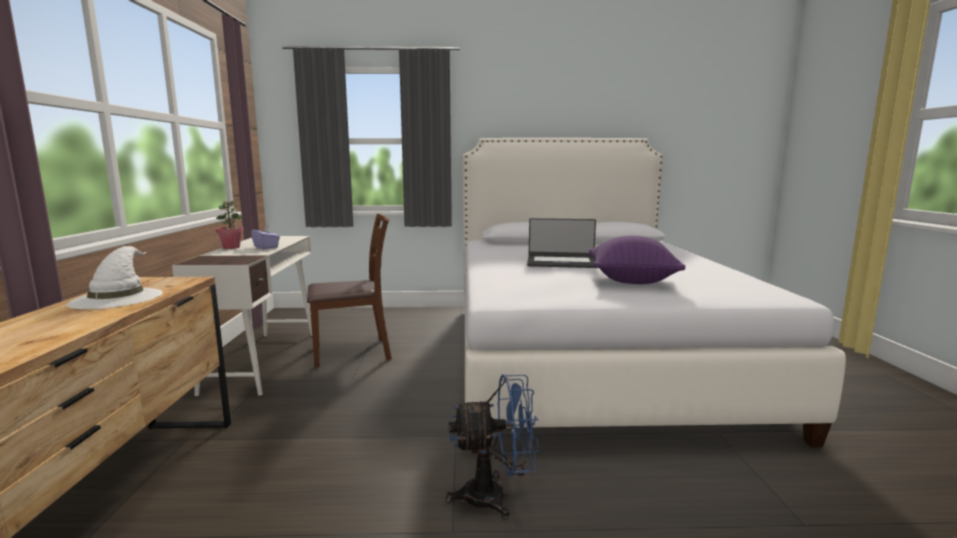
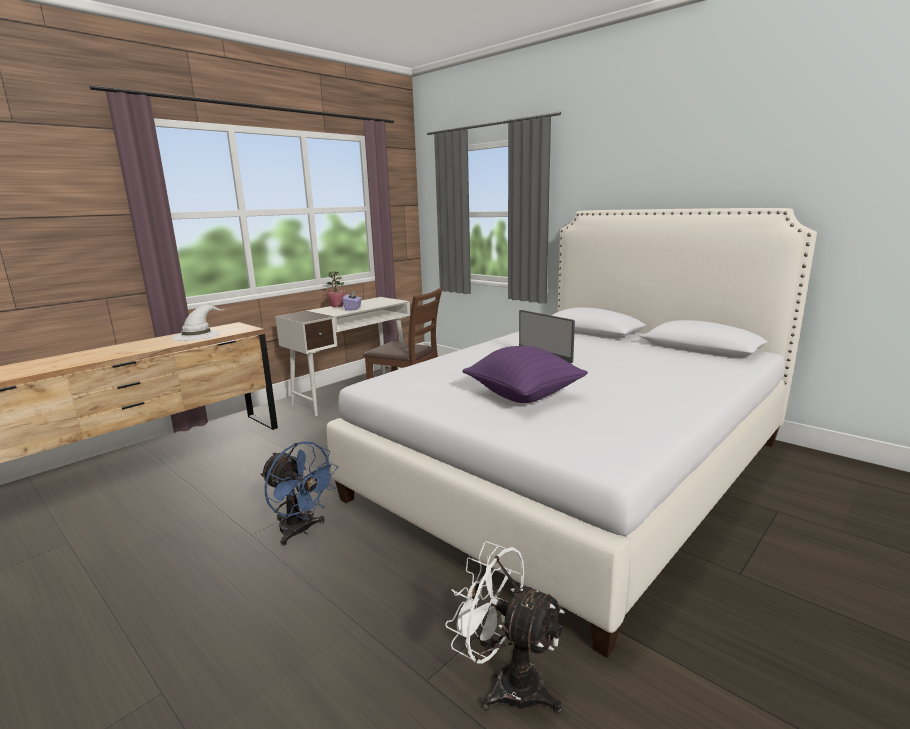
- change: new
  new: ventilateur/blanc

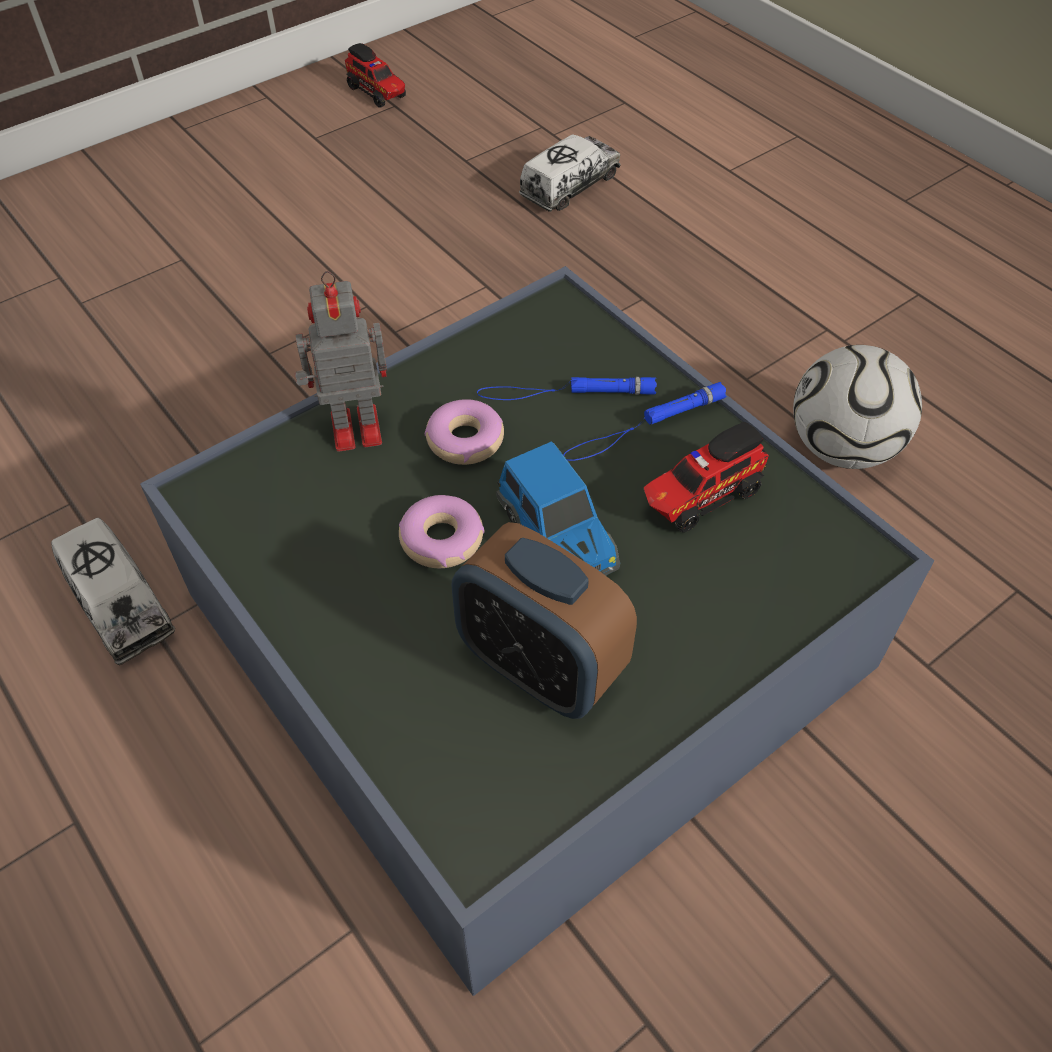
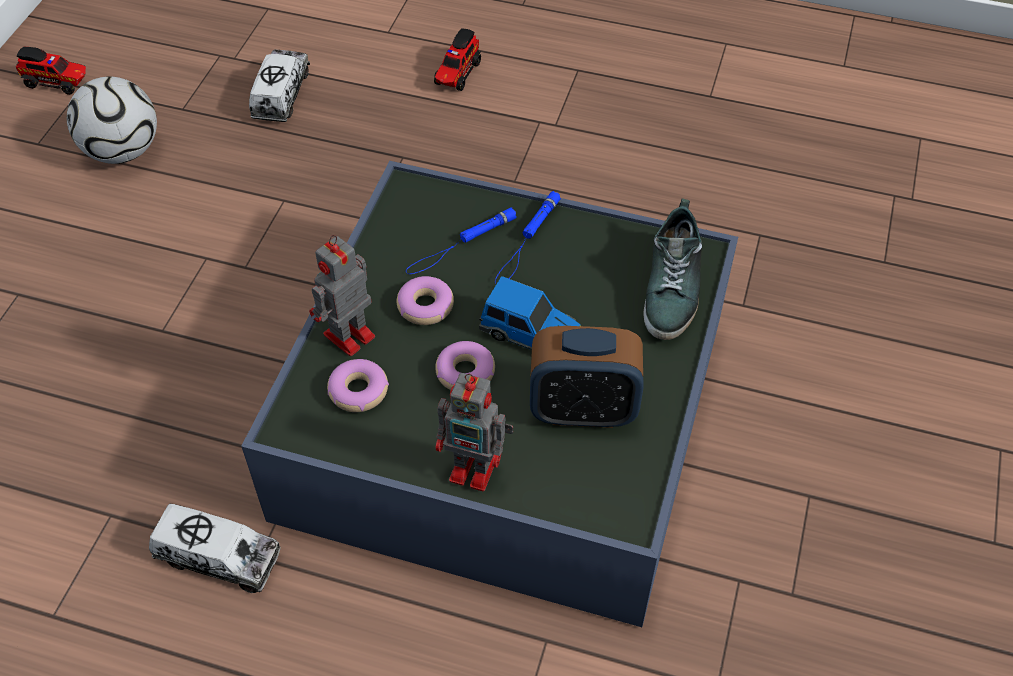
- change: new
  new: beignet (no. 1 from left)
- change: new
  new: robot jouet (no. 2 from left)
- change: new
  new: chaussure
- change: shifted
  old: camion jouet (no. 4 from left)
- change: shifted
  old: ballon de foot

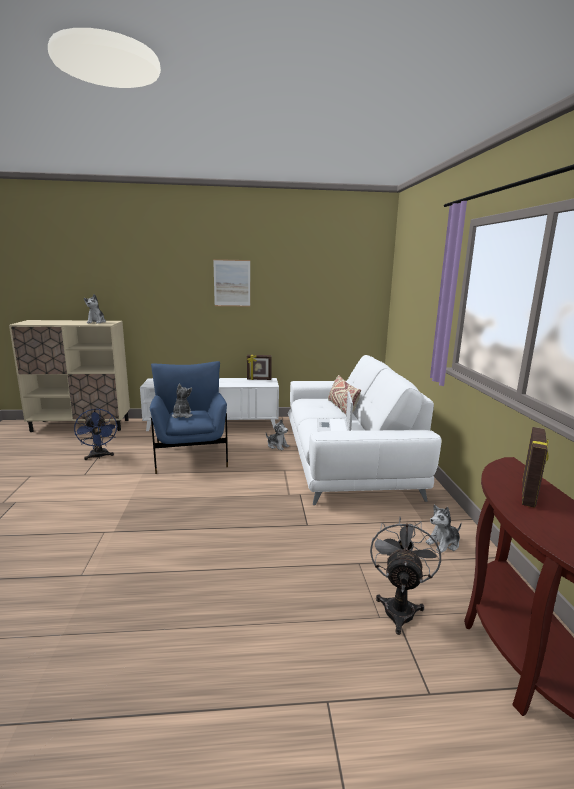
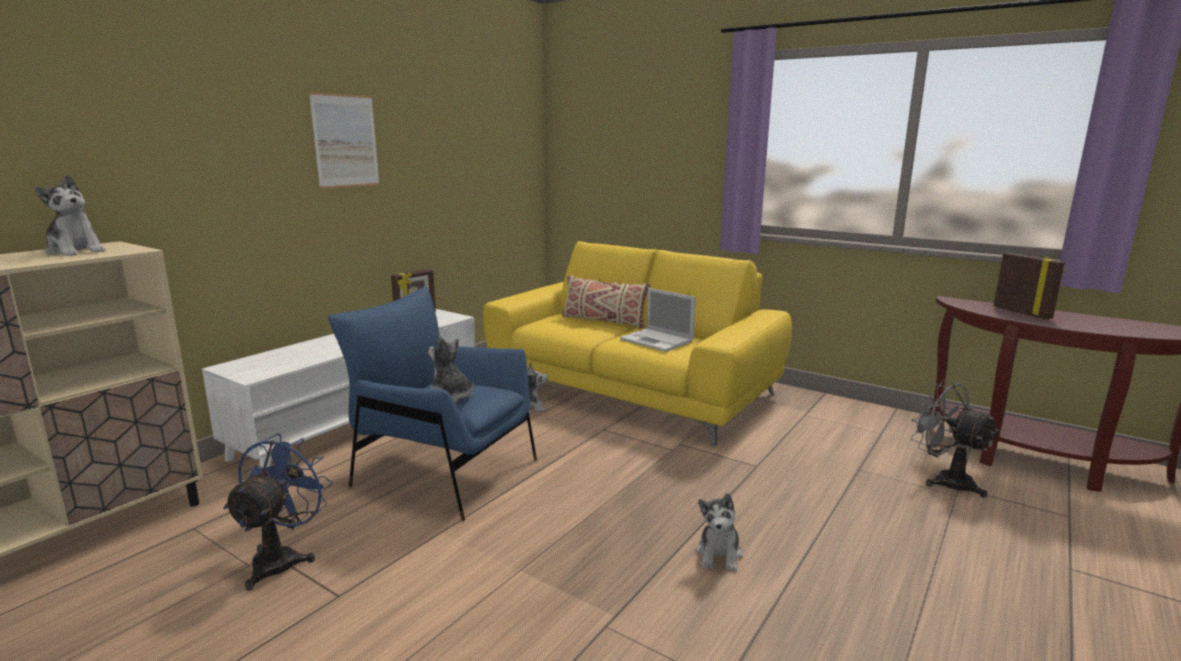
- change: shifted
  old: peluche (no. 4 from left)
- change: repainted
  old: canapé/blanc
  new: canapé/jaune
- change: rotated
  old: ventilateur/bleu
  degrees: -90

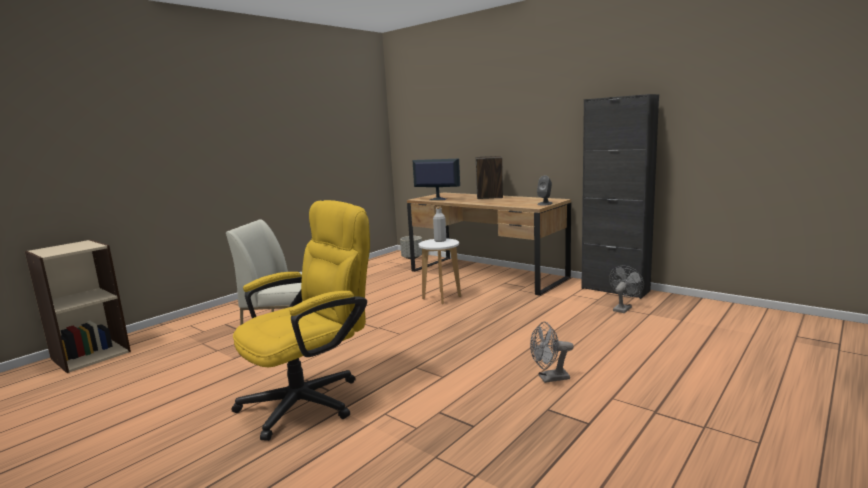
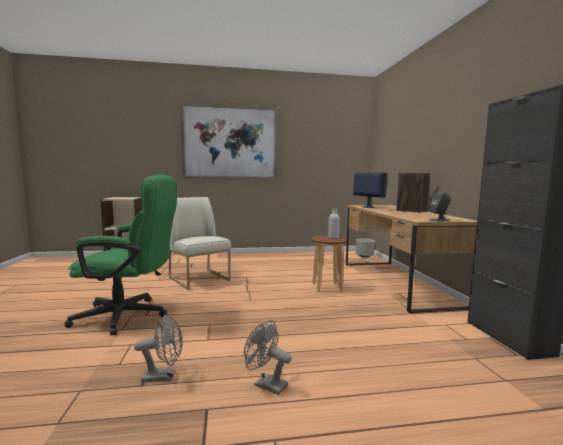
- change: new
  new: tableau
- change: shifted
  old: ventilateur/gris (no. 2 from left in the first image)
  new: ventilateur/gris (no. 1 from left)
- change: repainted
  old: chaise de bureau/jaune
  new: chaise de bureau/vert
- change: repainted
  old: tabouret/blanc
  new: tabouret/marron

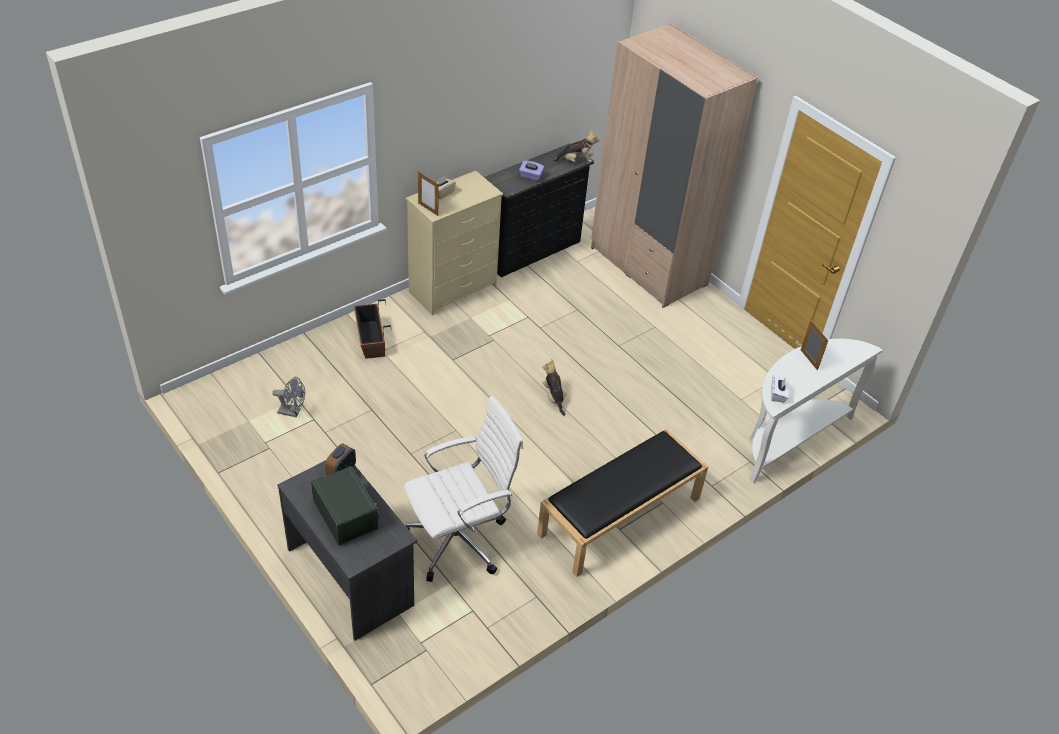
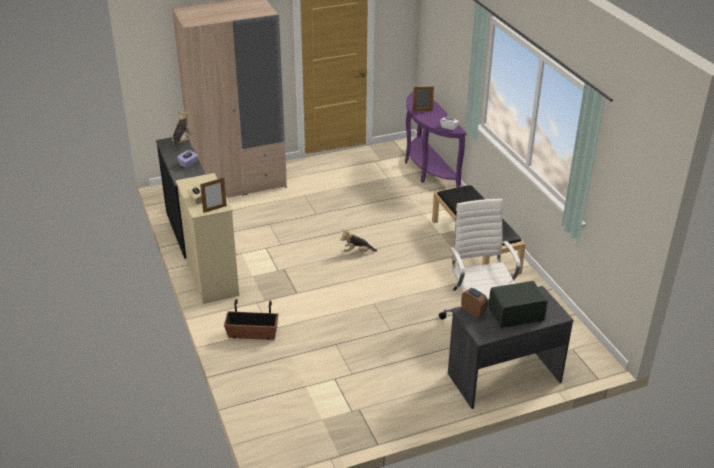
- change: gone
  old: ventilateur/gris
- change: repainted
  old: table console/blanc
  new: table console/violet

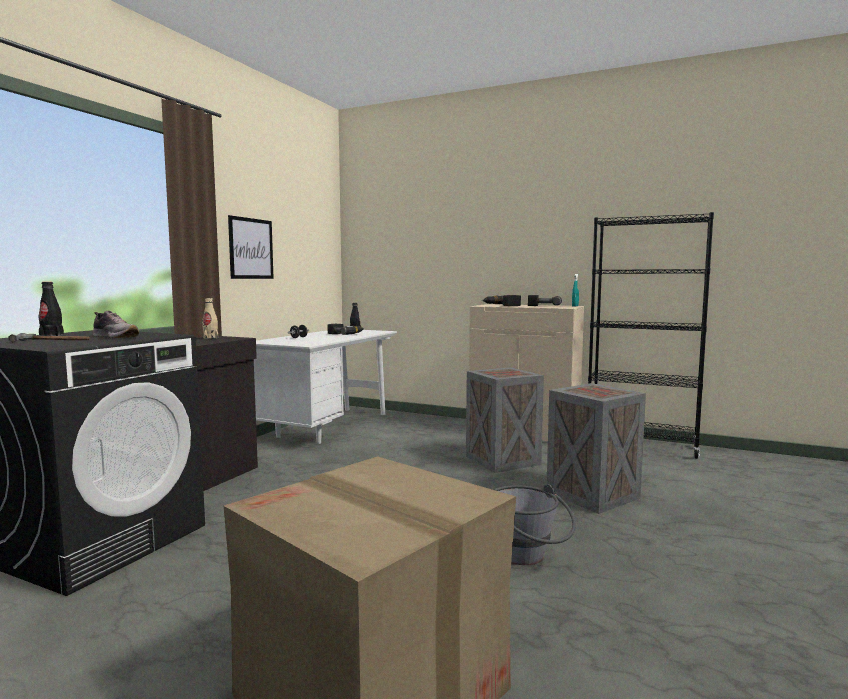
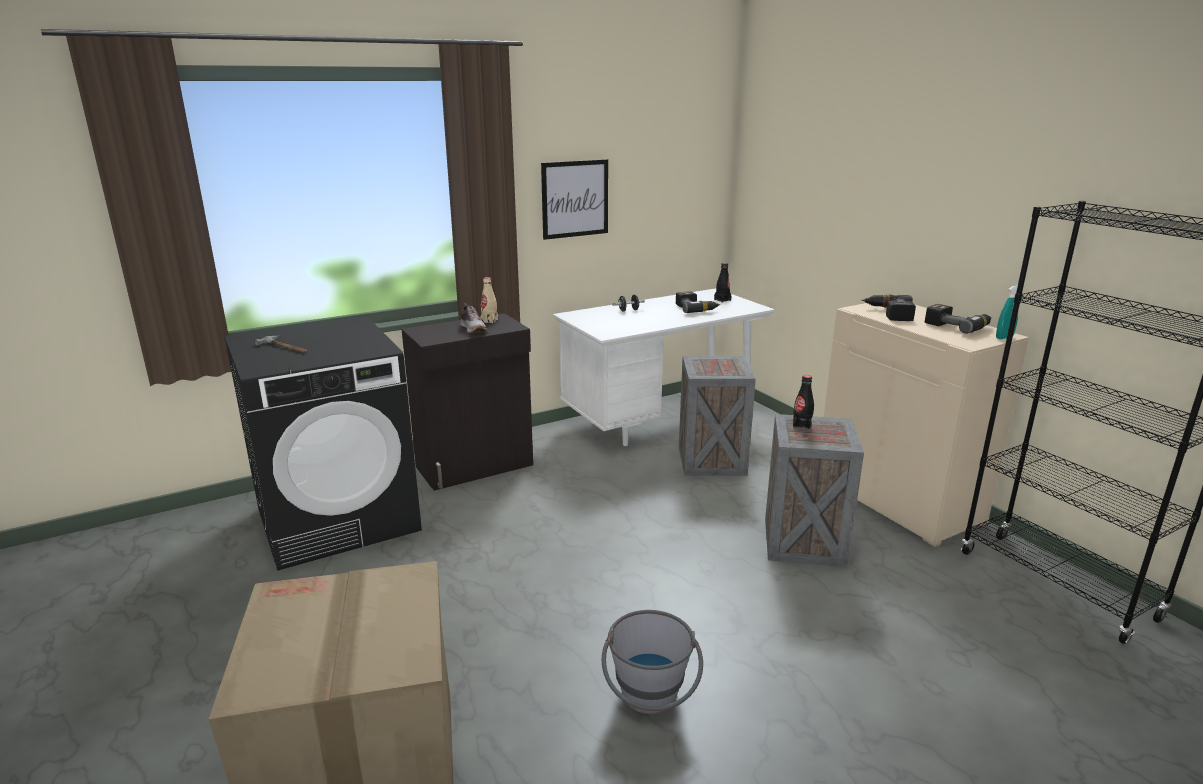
- change: shifted
  old: bouteille/noir (no. 1 from left in the first image)
  new: bouteille/noir (no. 2 from left)
- change: shifted
  old: chaussure
- change: shifted
  old: caisse (no. 2 from left in the first image)
  new: caisse (no. 1 from left)

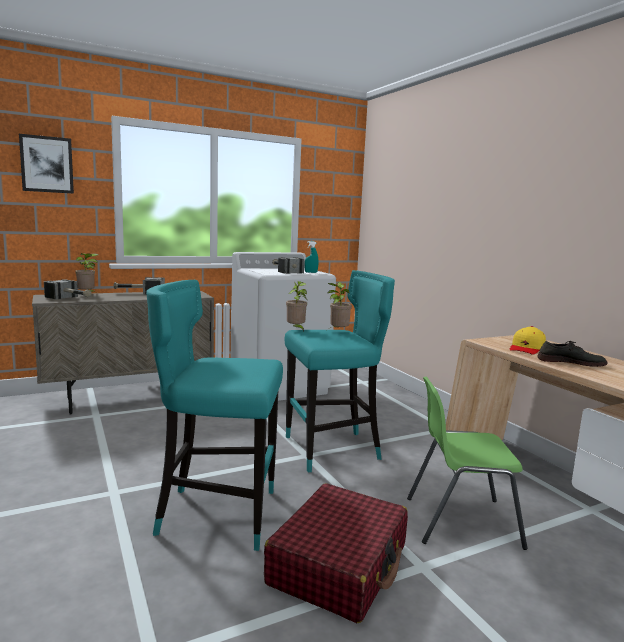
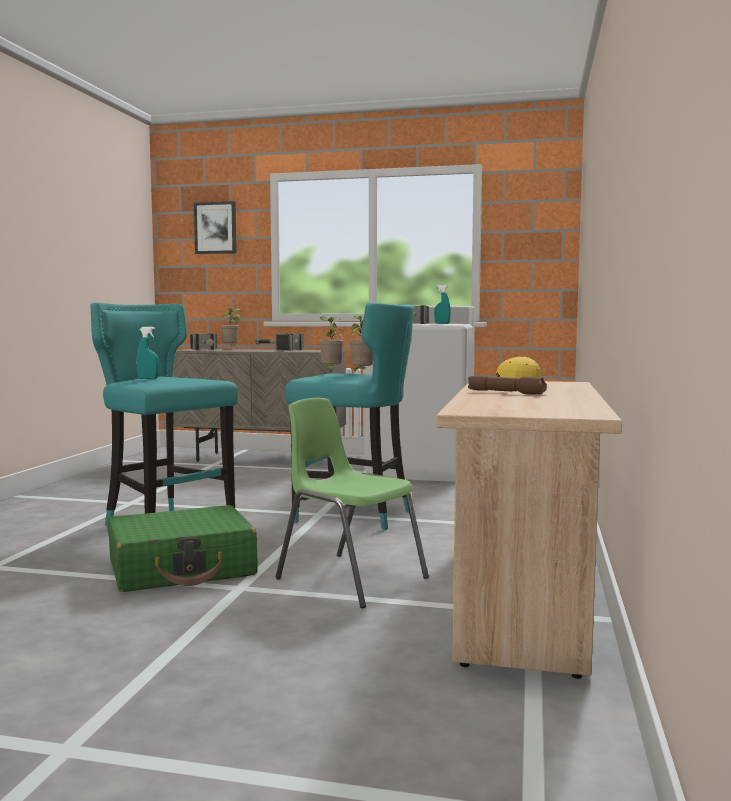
- change: new
  new: vaporisateur/turquoise (no. 1 from left)
- change: swapped
  old: chaussure/gris
  new: lampe de poche/marron
- change: repainted
  old: valise/rouge
  new: valise/vert

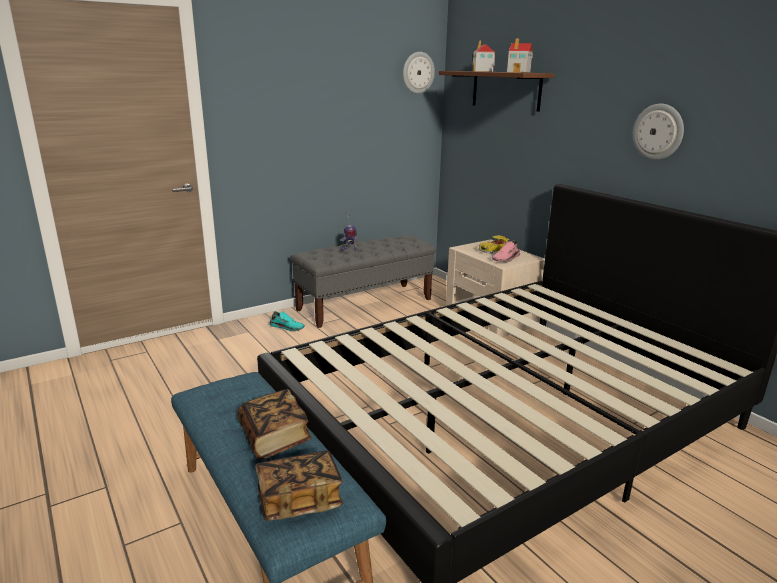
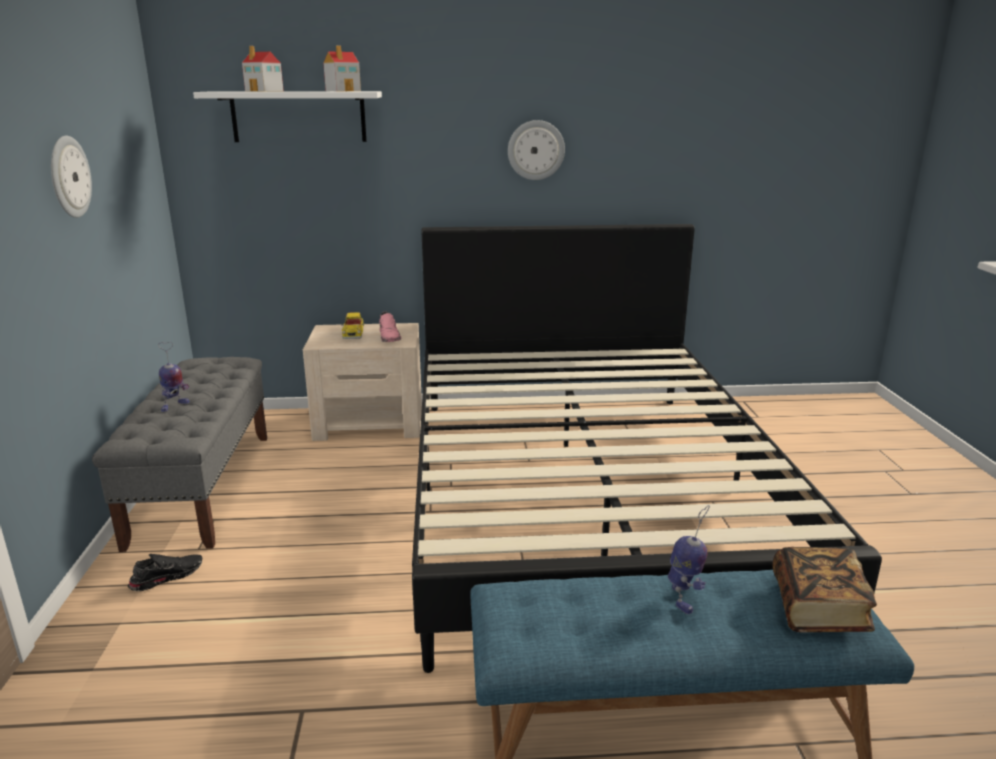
- change: shifted
  old: horloge murale (no. 1 from left)
- change: swapped
  old: livre (no. 1 from left)
  new: robot jouet (no. 2 from left)
- change: repainted
  old: chaussure/turquoise
  new: chaussure/noir
- change: repainted
  old: étagère/marron
  new: étagère/blanc

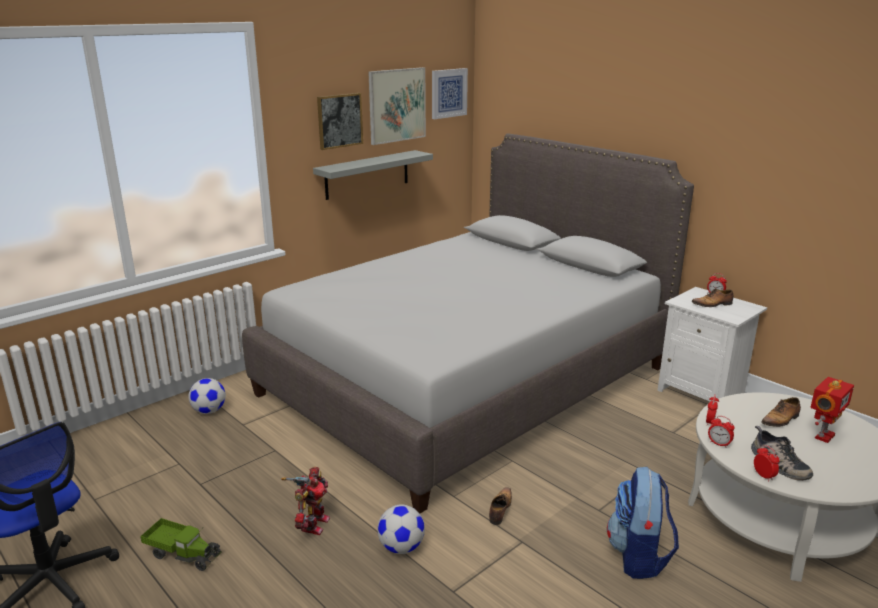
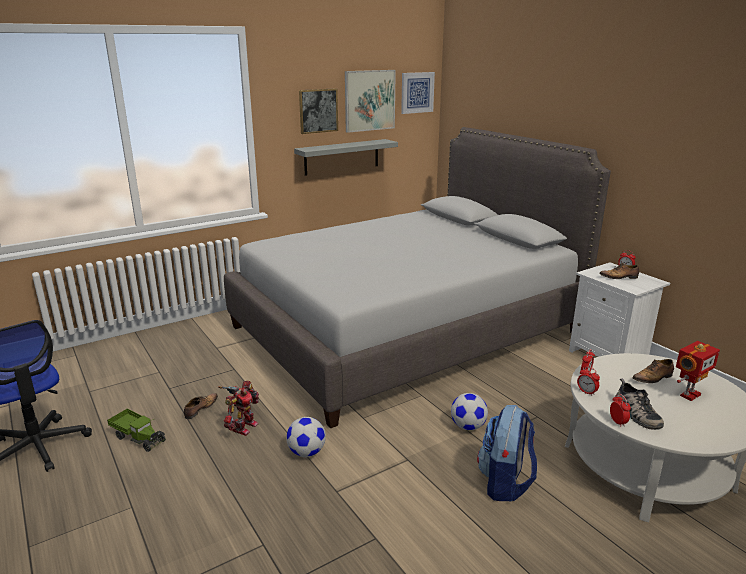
- change: shifted
  old: ballon de foot (no. 1 from left in the first image)
  new: ballon de foot (no. 2 from left)
- change: shifted
  old: chaussure (no. 1 from left)

